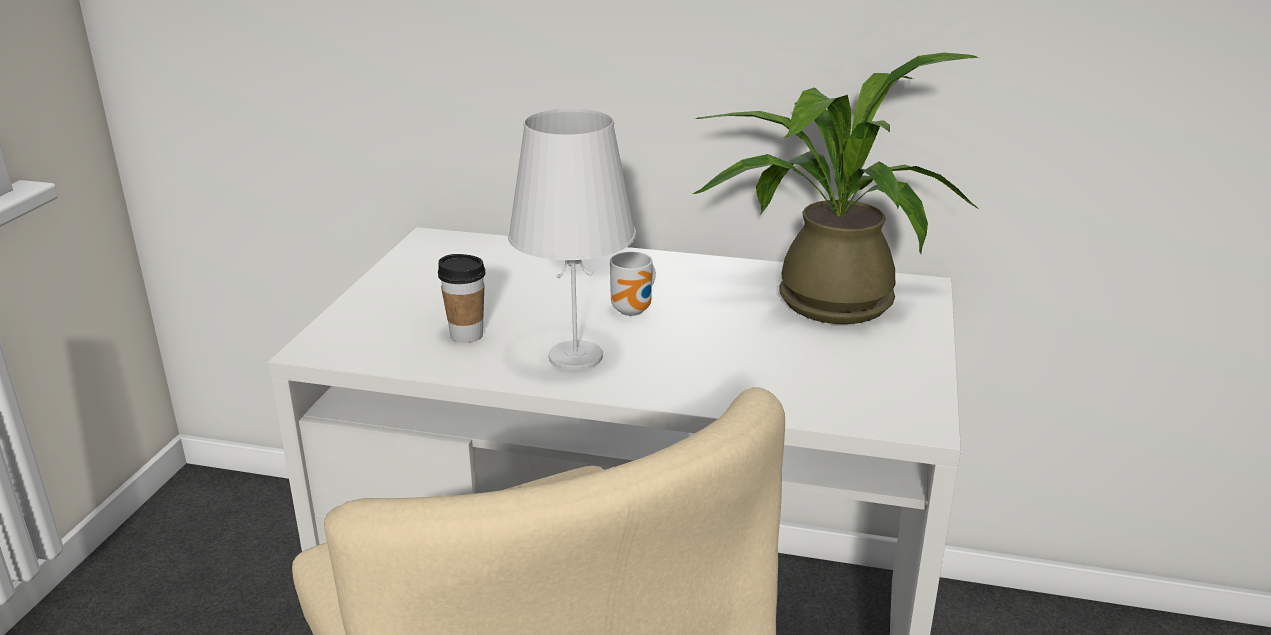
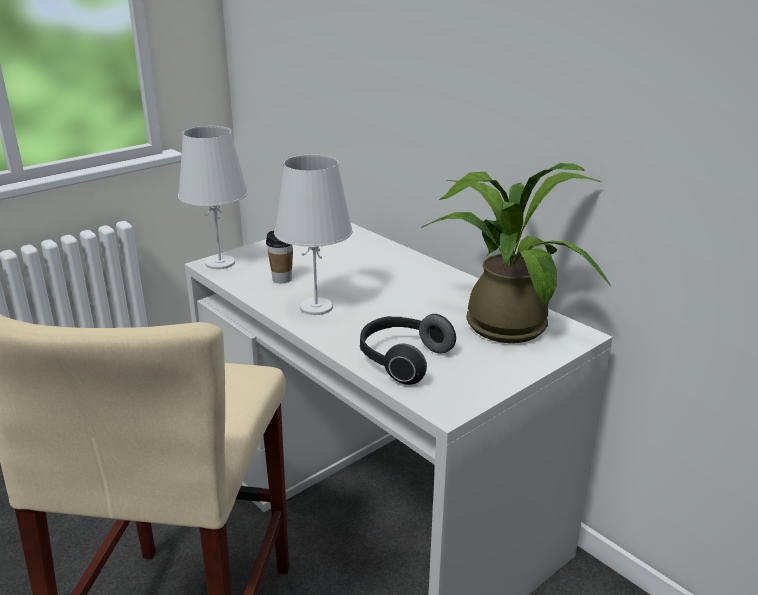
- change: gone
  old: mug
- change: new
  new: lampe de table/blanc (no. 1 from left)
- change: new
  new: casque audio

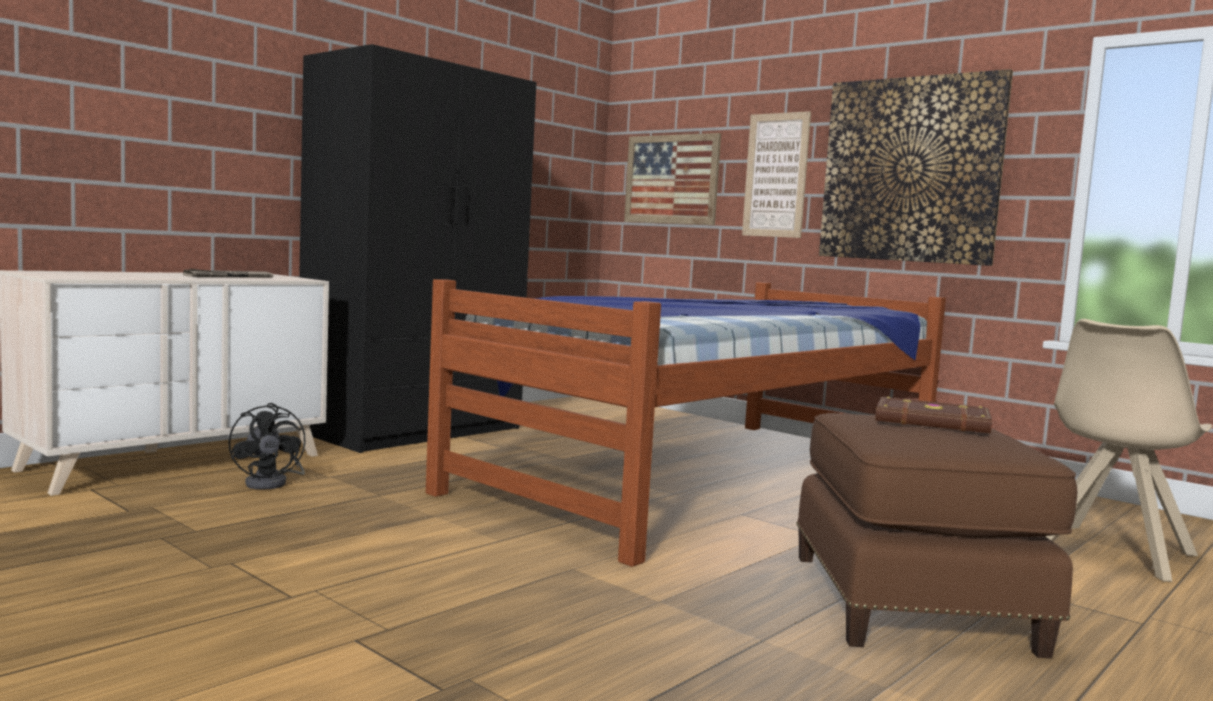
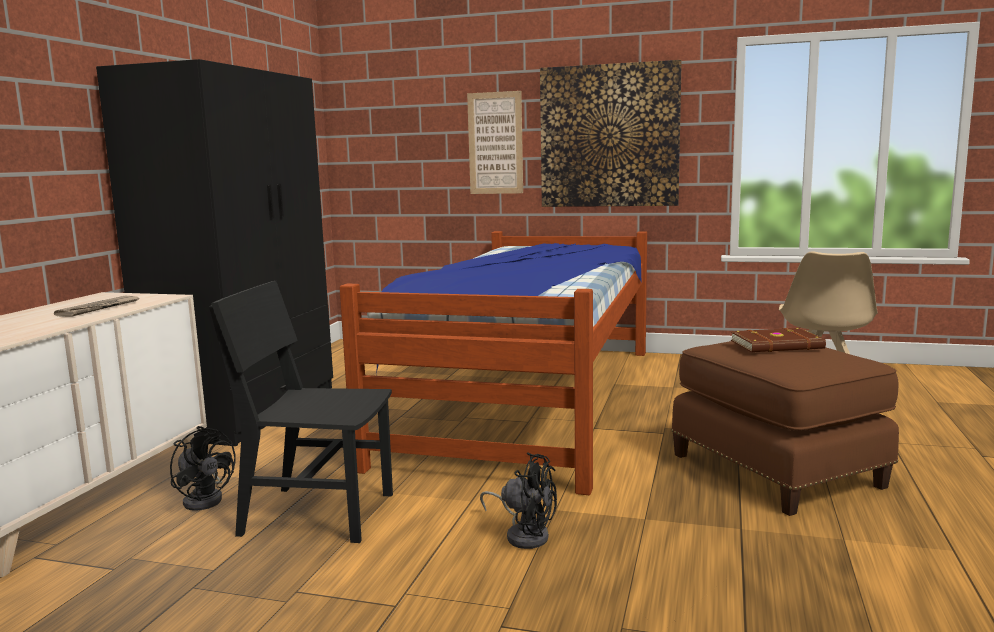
- change: gone
  old: tableau (no. 1 from left)
- change: new
  new: chaise/noir
- change: new
  new: ventilateur/noir (no. 2 from left)

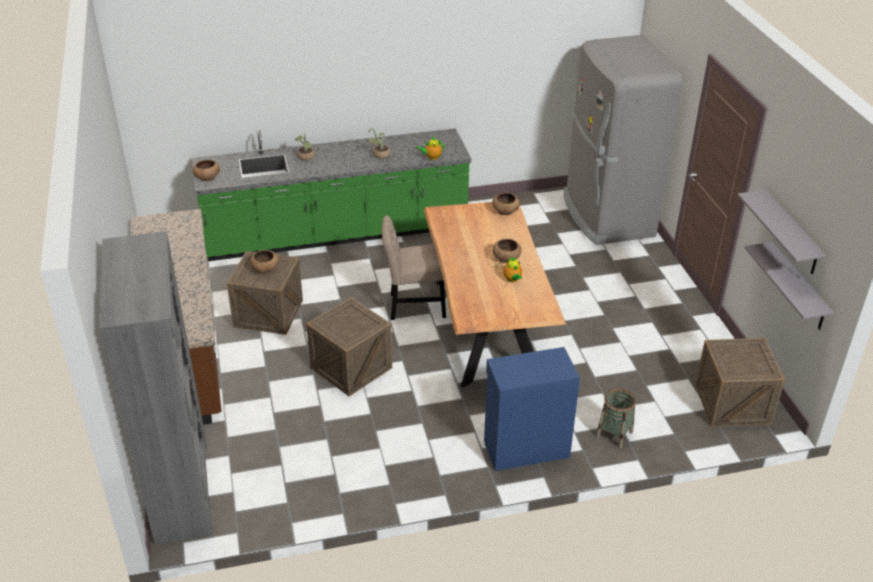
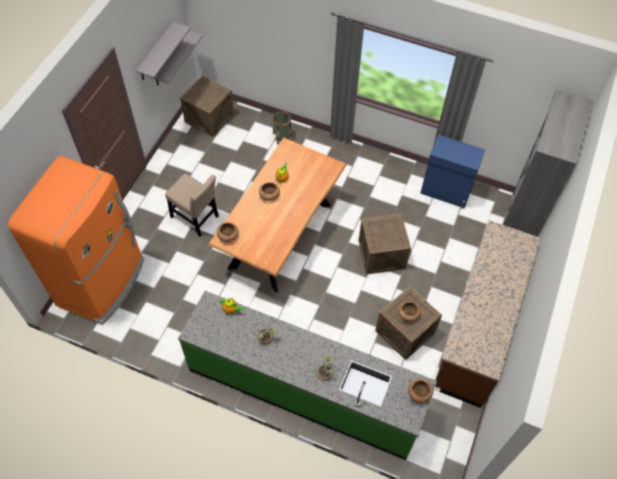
- change: shifted
  old: chaise/beige
- change: shifted
  old: meuble de rangement/bleu
- change: repainted
  old: réfrigérateur/gris
  new: réfrigérateur/orange

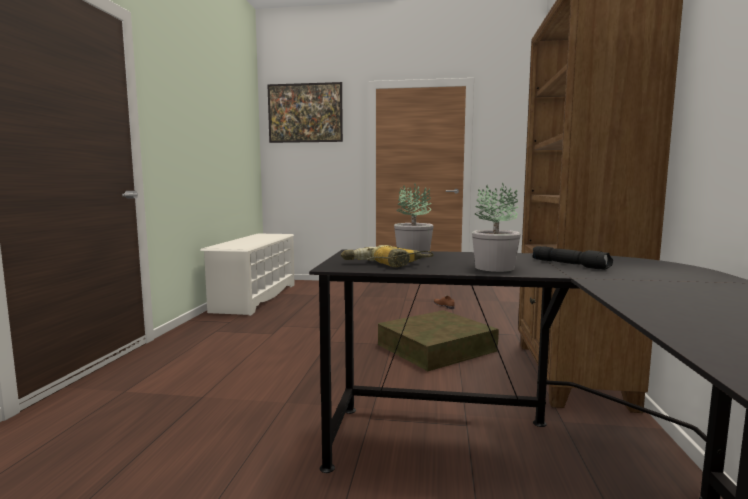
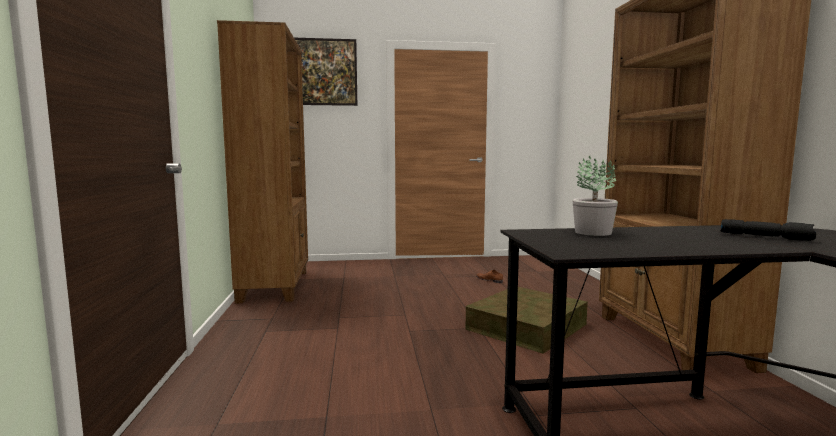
- change: gone
  old: perceuse
- change: gone
  old: plante en pot (no. 2 from left)
- change: swapped
  old: étagère à chaussures/blanc
  new: bibliothèque/marron (no. 1 from left)

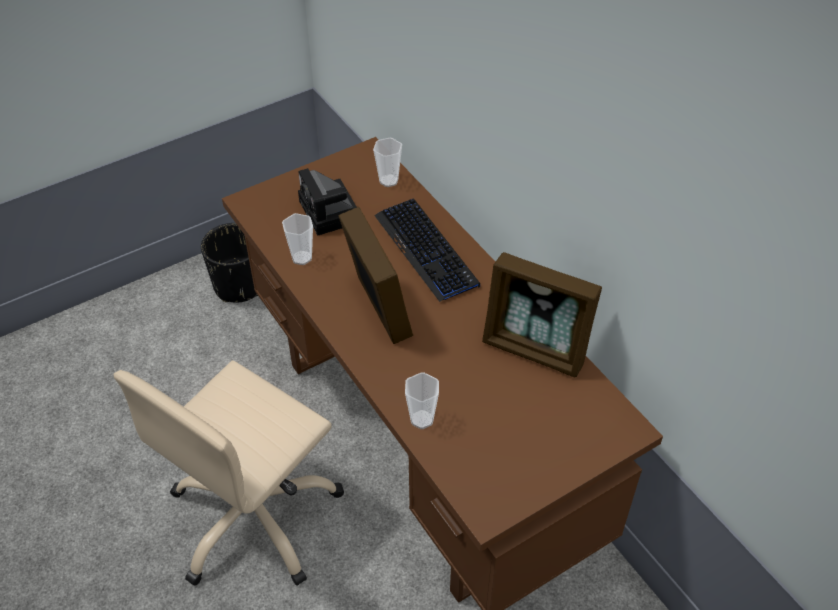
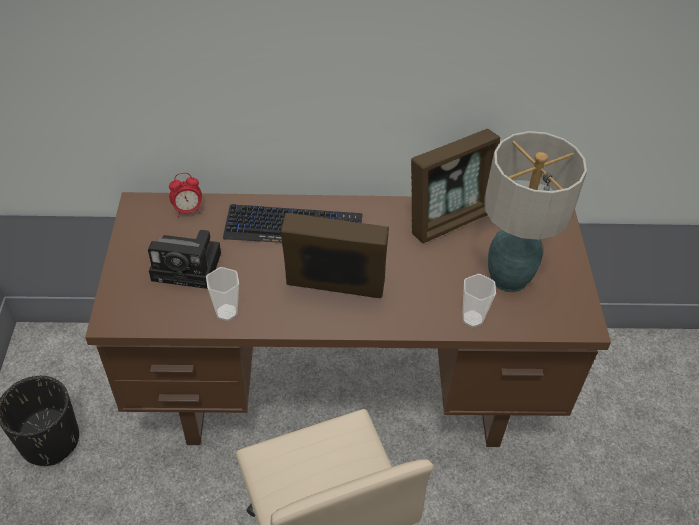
- change: new
  new: lampe de table
- change: swapped
  old: tasse (no. 2 from left)
  new: réveil

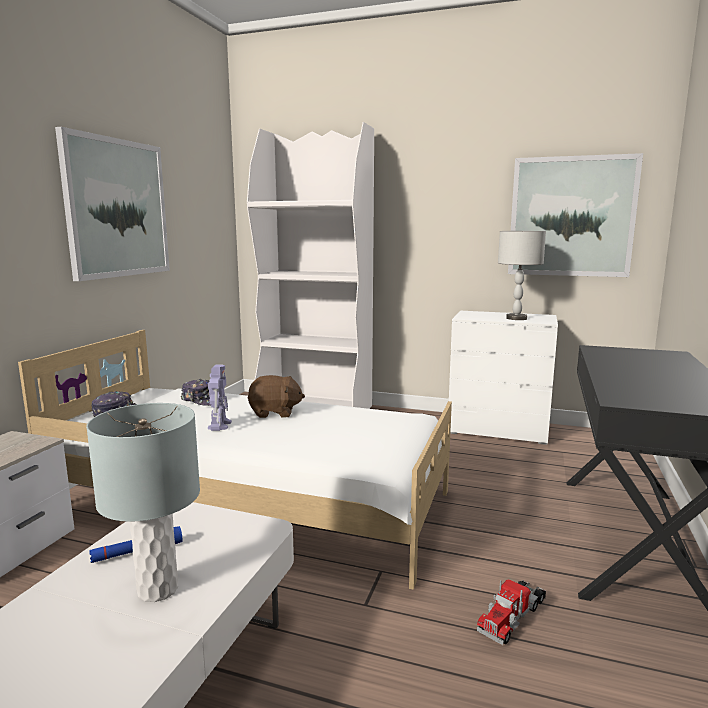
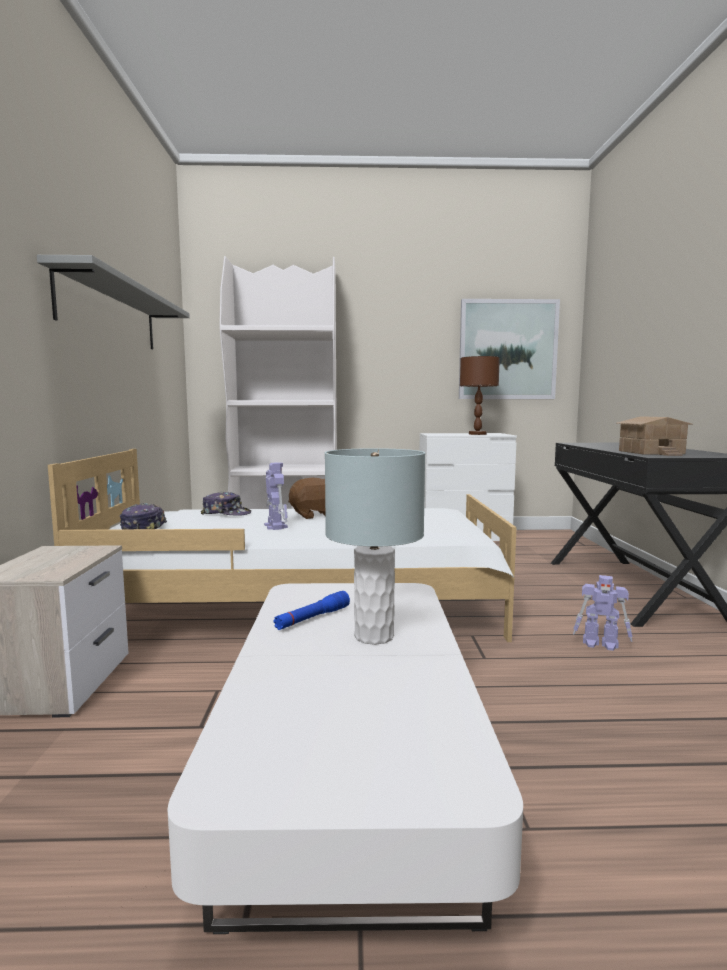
- change: new
  new: maison miniature
- change: swapped
  old: tableau (no. 1 from left)
  new: étagère/gris
- change: swapped
  old: camion jouet
  new: robot jouet (no. 2 from left)
- change: repainted
  old: lampe de table/gris (no. 2 from left)
  new: lampe de table/marron

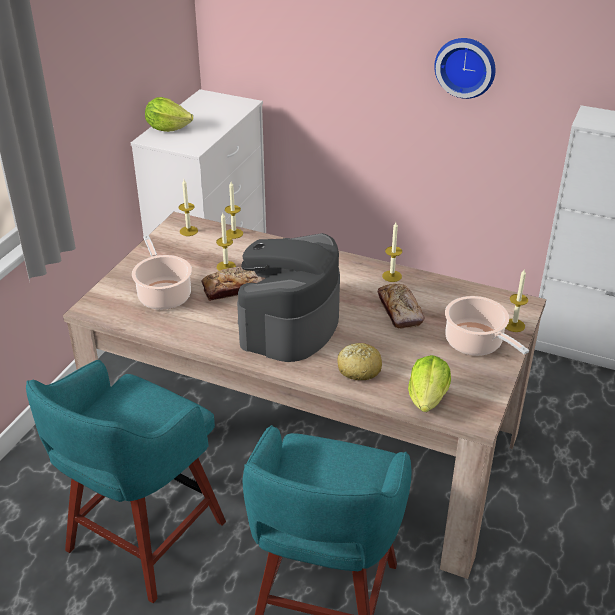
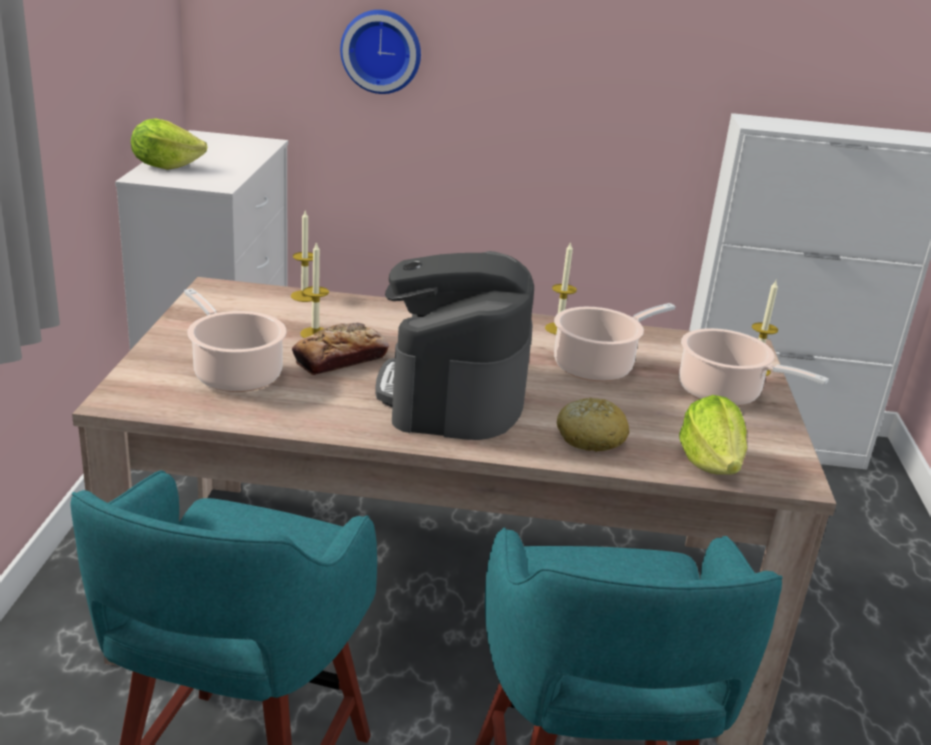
- change: gone
  old: bougie (no. 1 from left)
- change: shifted
  old: horloge murale
- change: swapped
  old: pain (no. 3 from left)
  new: marmite (no. 2 from left)

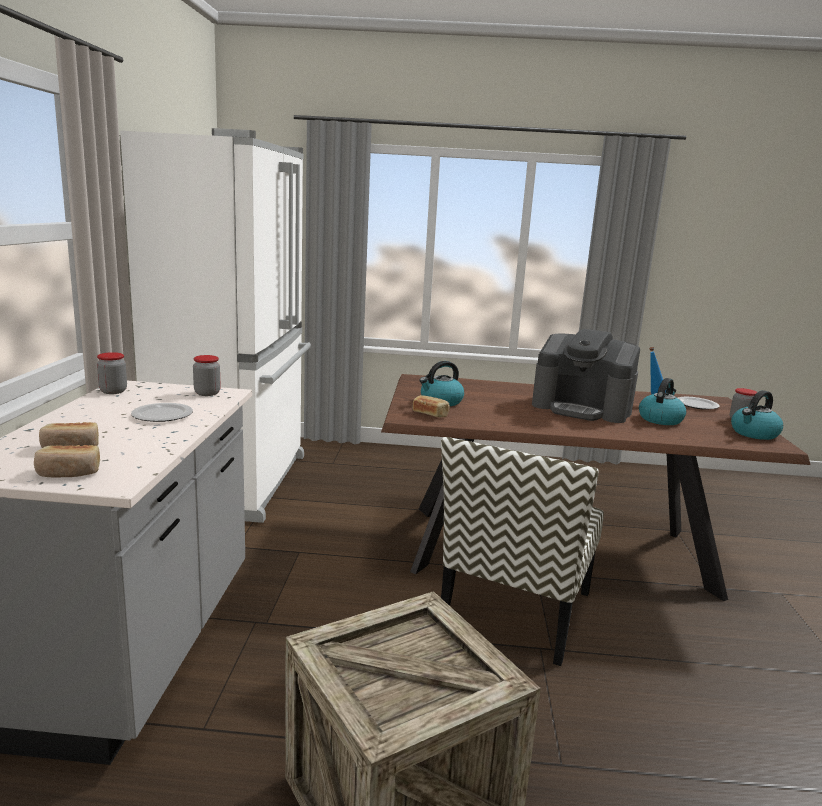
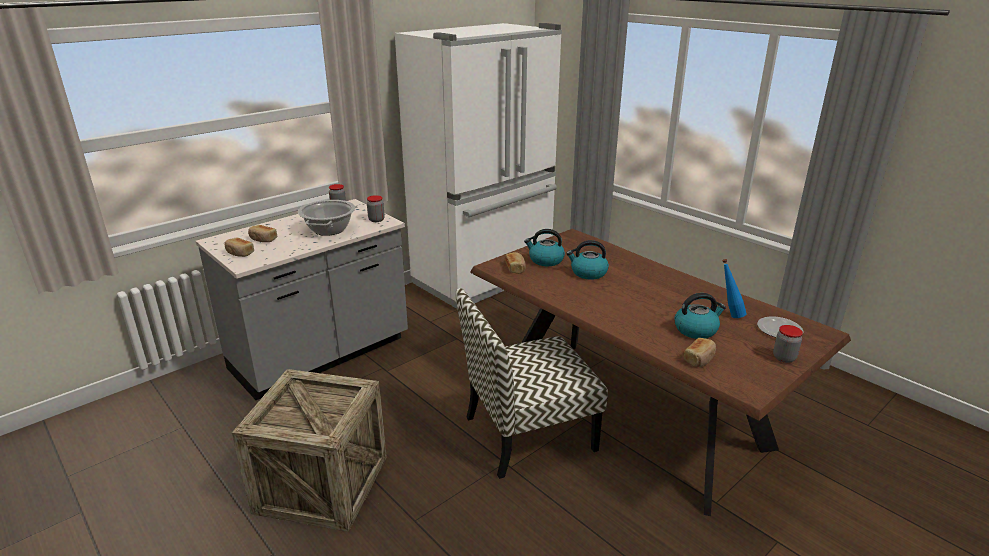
- change: gone
  old: machine à café
- change: new
  new: pain (no. 4 from left)
- change: shifted
  old: bouilloire (no. 3 from left in the first image)
  new: bouilloire (no. 2 from left)
- change: swapped
  old: assiette (no. 1 from left)
  new: marmite

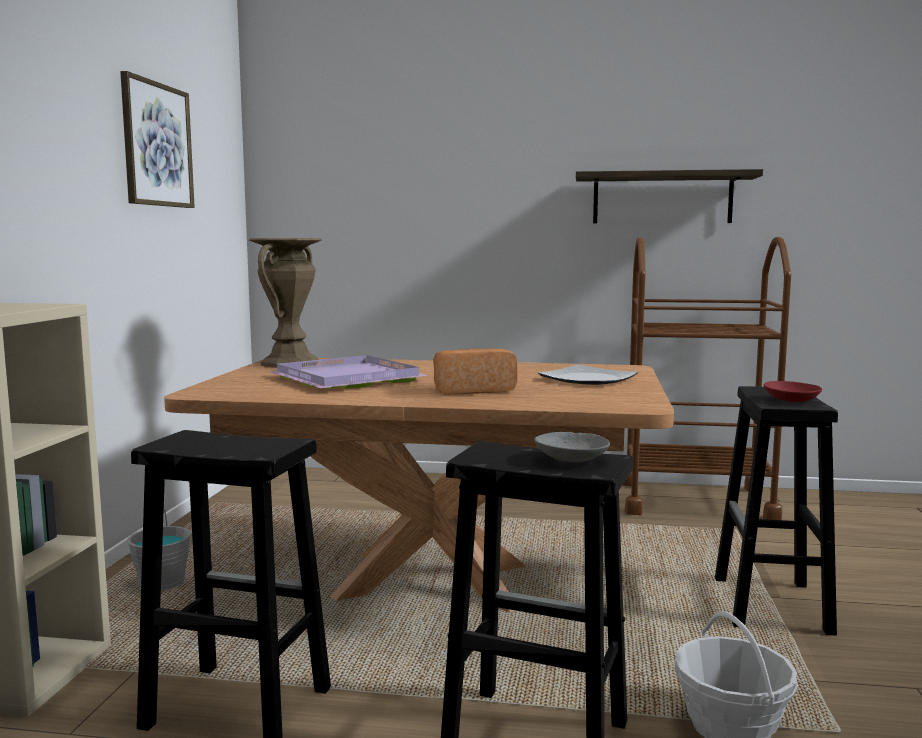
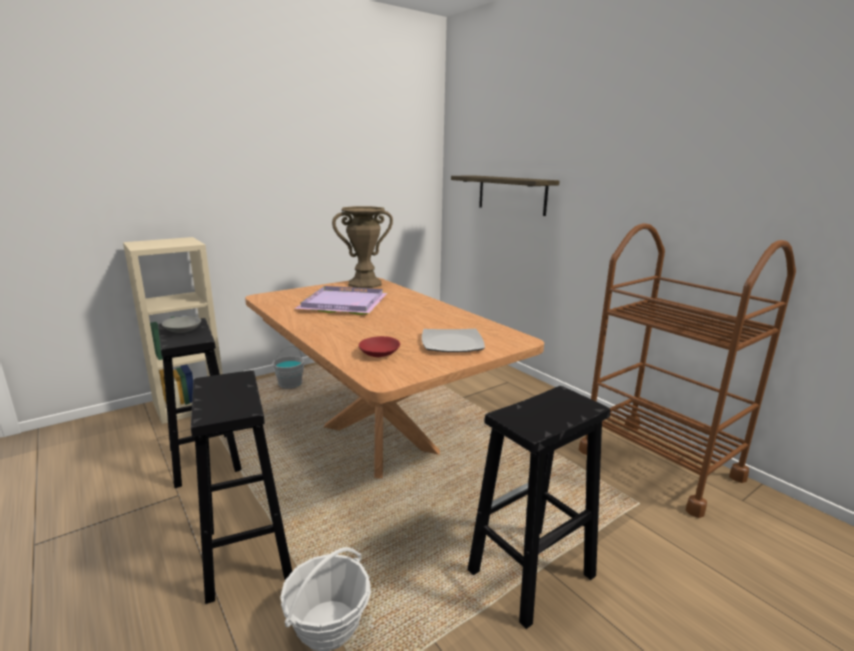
- change: gone
  old: tableau
- change: gone
  old: pain
- change: shifted
  old: bol/gris
- change: shifted
  old: étagère
- change: shifted
  old: bol/rouge

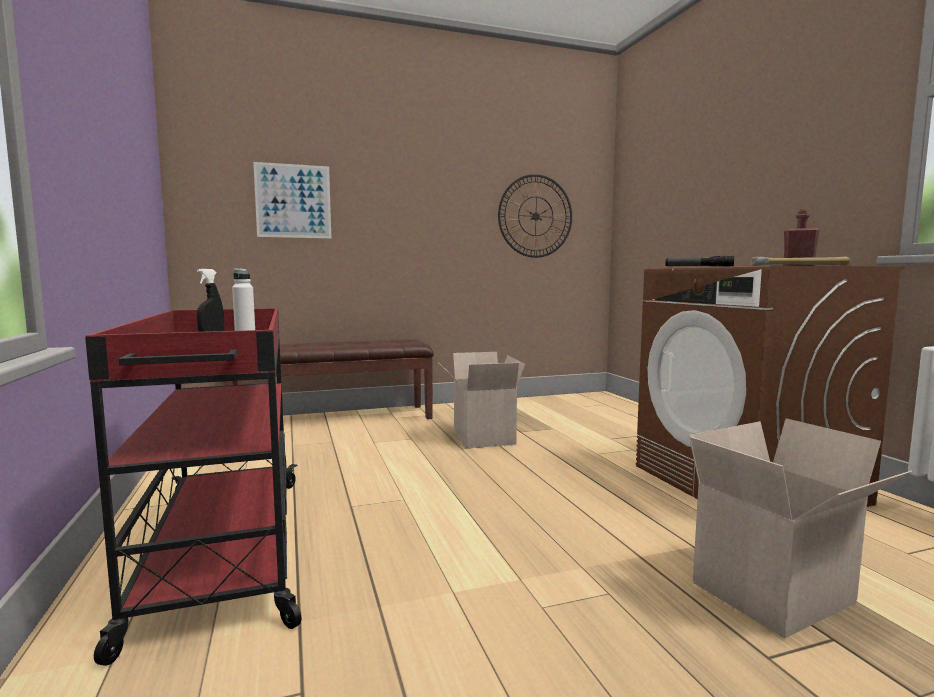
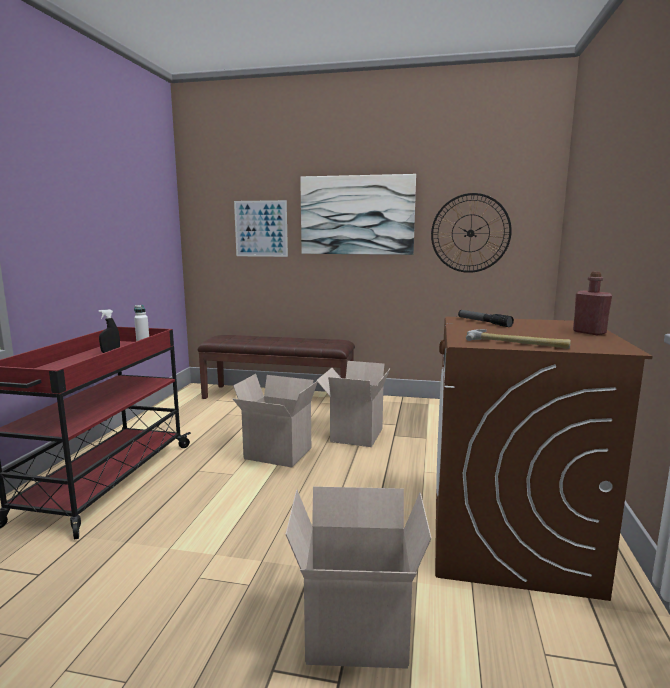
- change: new
  new: carton (no. 1 from left)
- change: new
  new: tableau (no. 2 from left)

